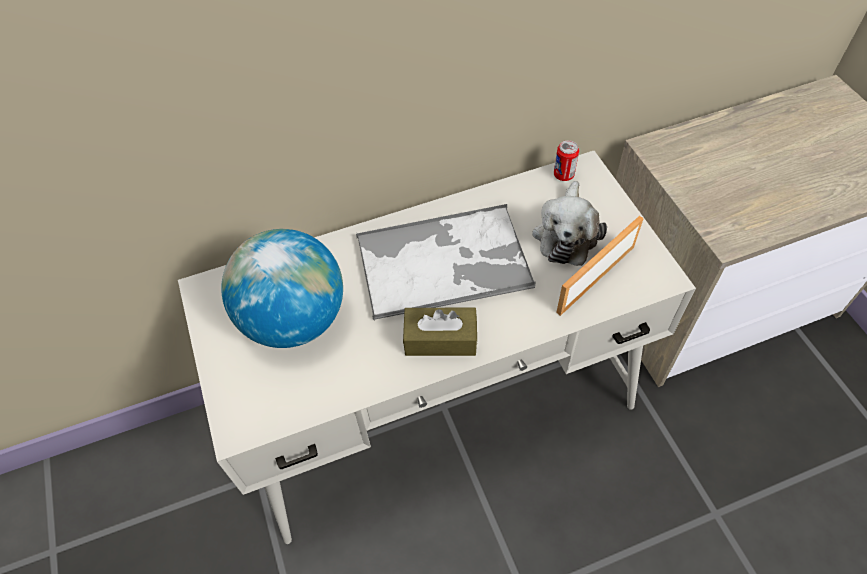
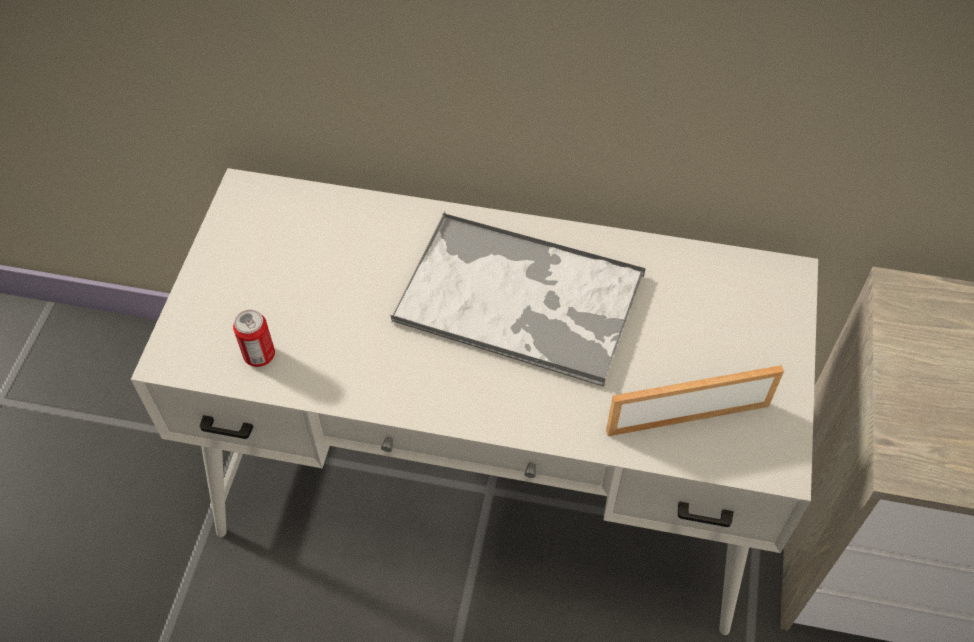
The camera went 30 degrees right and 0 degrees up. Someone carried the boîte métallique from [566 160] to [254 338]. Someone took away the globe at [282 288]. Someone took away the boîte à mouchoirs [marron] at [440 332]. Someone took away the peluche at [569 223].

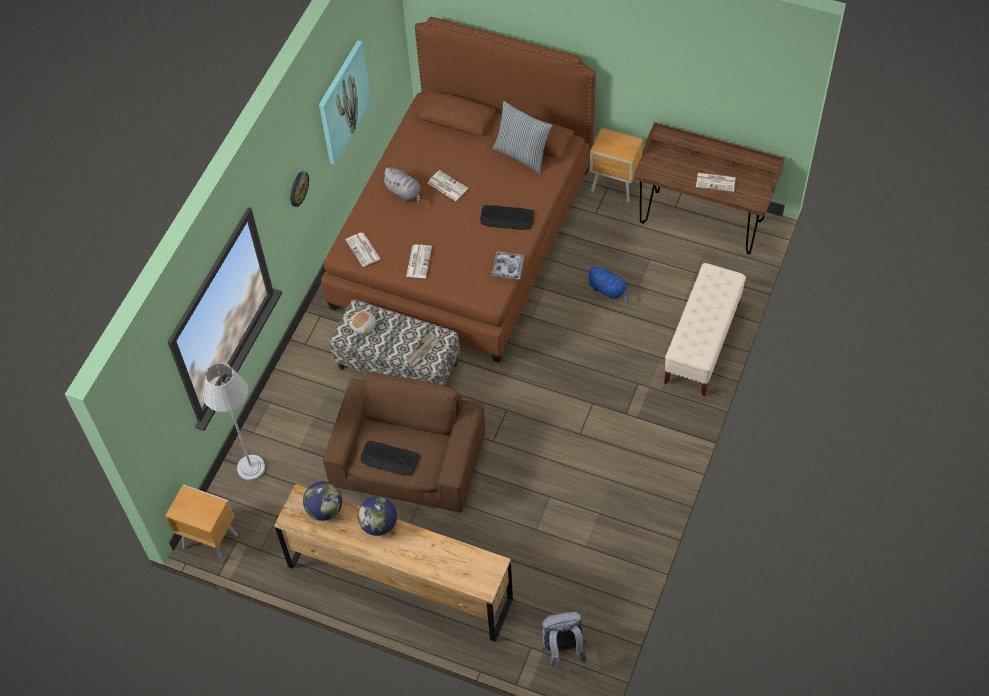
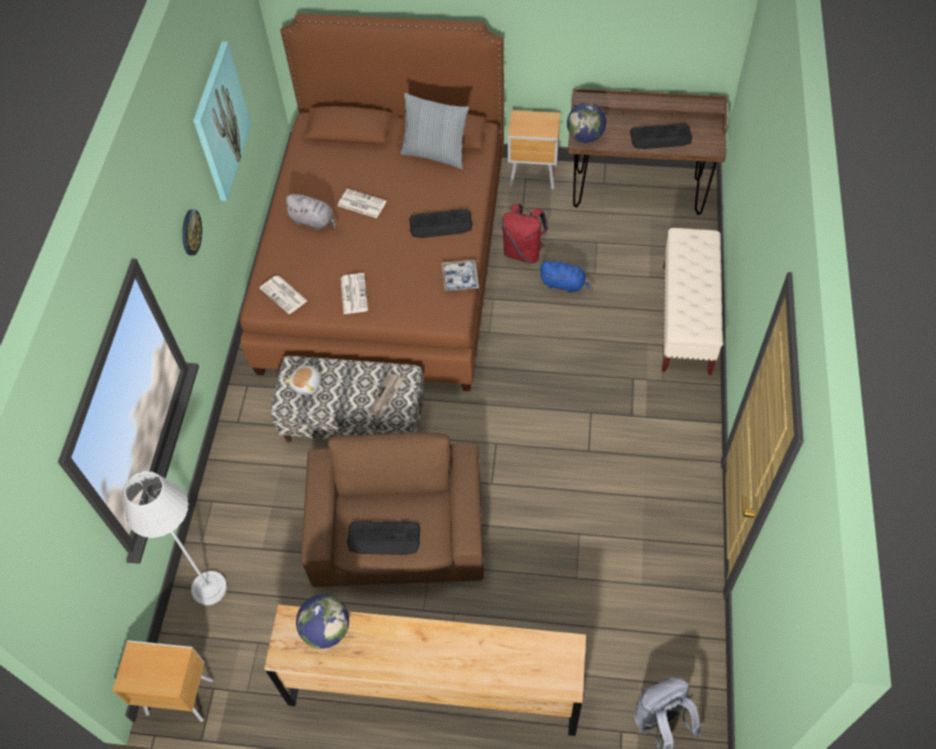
The camera went 15 degrees left and 0 degrees up. Someone put down the sac à dos [rouge] at [525 234]. Someone carried the globe from [377 516] to [586 123]. Someone swapped the journal at [716 182] for the clavier at [661 136].

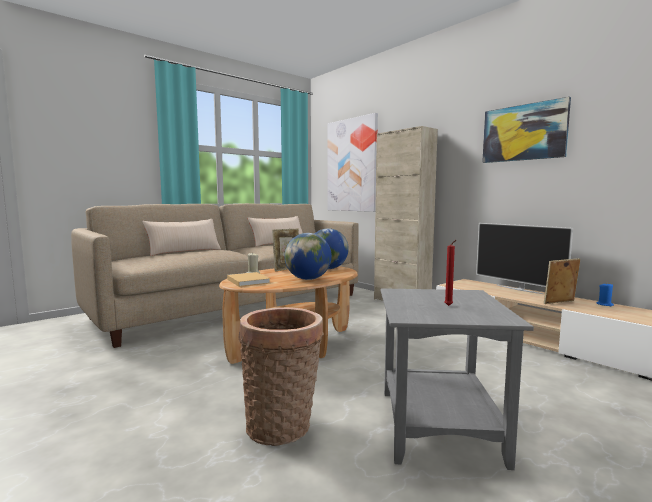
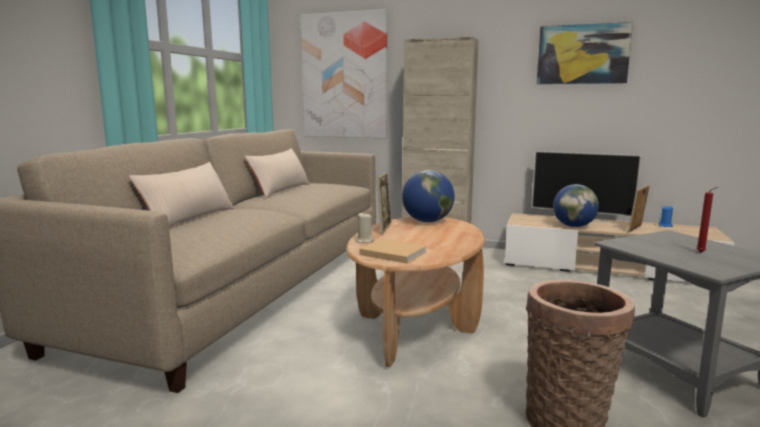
The camera went 30 degrees left and 5 degrees up. Someone carried the globe from [308 256] to [576 205].

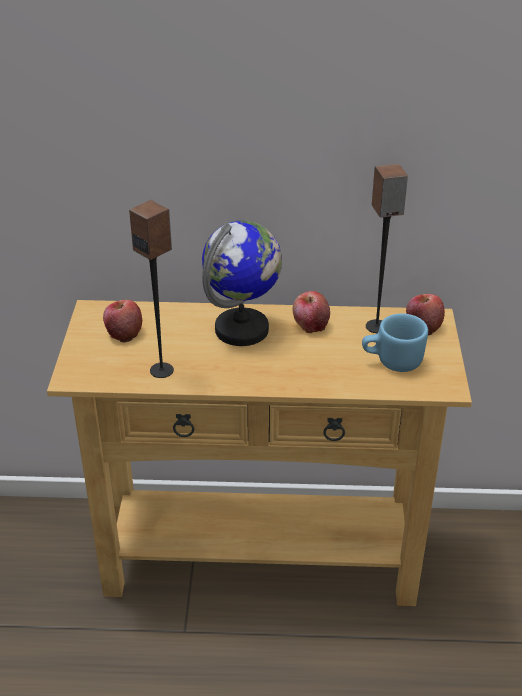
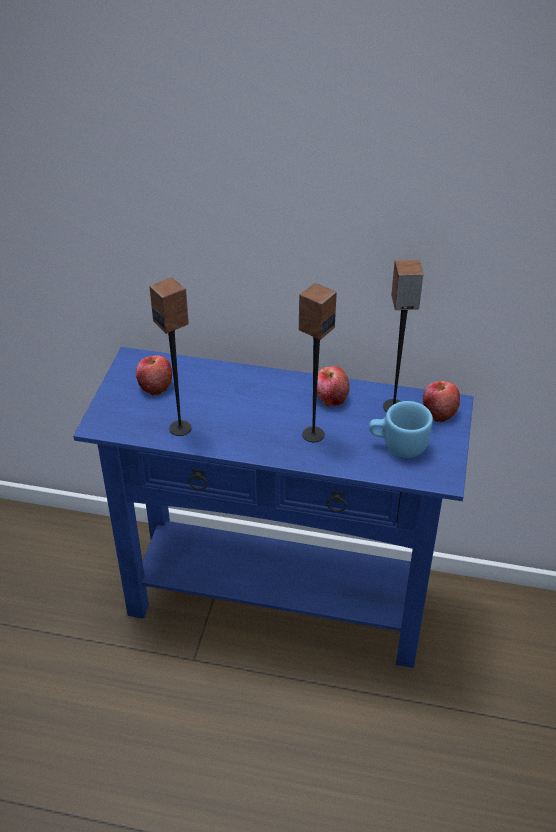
The camera went 10 degrees right and 5 degrees up. Someone repainted the table console [beige] at [259 453], which became the table console [bleu] at [273 507]. Someone put down the enceinte at [318 362]. Someone took away the globe at [242 283].

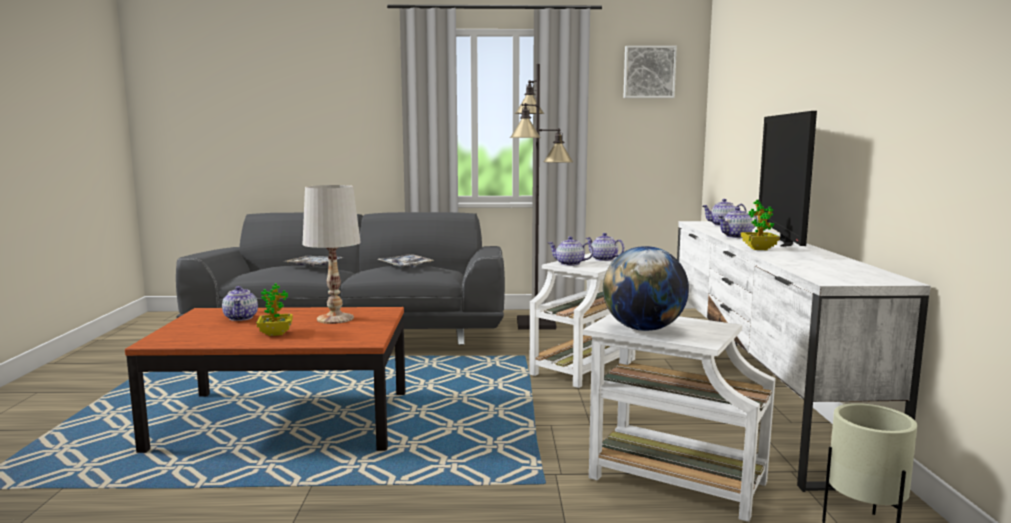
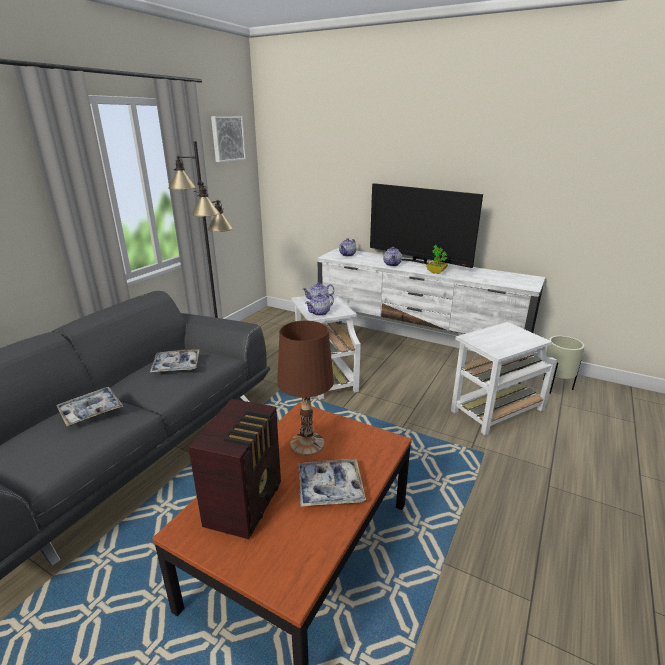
The camera went 60 degrees left and 15 degrees up. Someone swapped the théière at [240 303] for the radio at [234 469]. Someone repainted the lampe de table [blanc] at [332 254], which became the lampe de table [marron] at [305 388]. Someone swapped the plante en pot at [275 309] for the plateau at [332 483]. Someone took away the globe at [646 288].

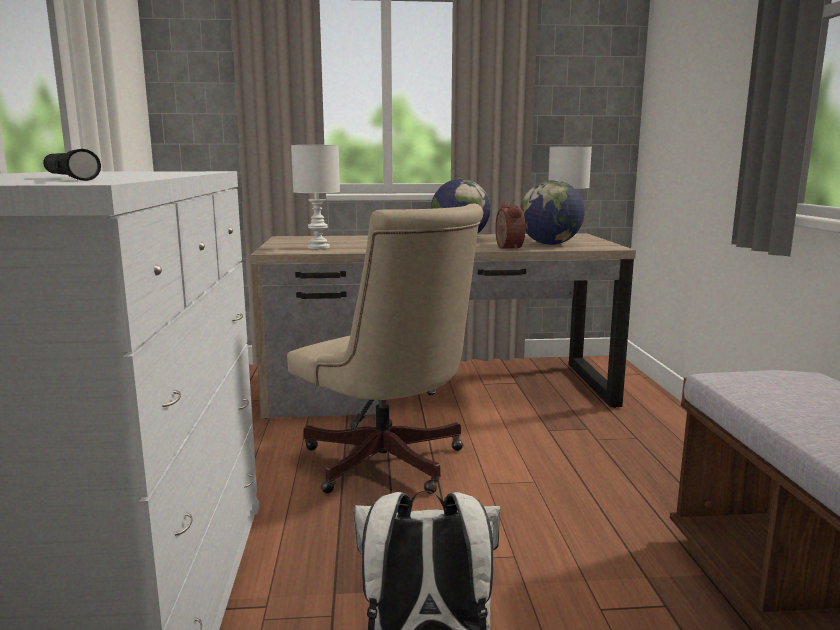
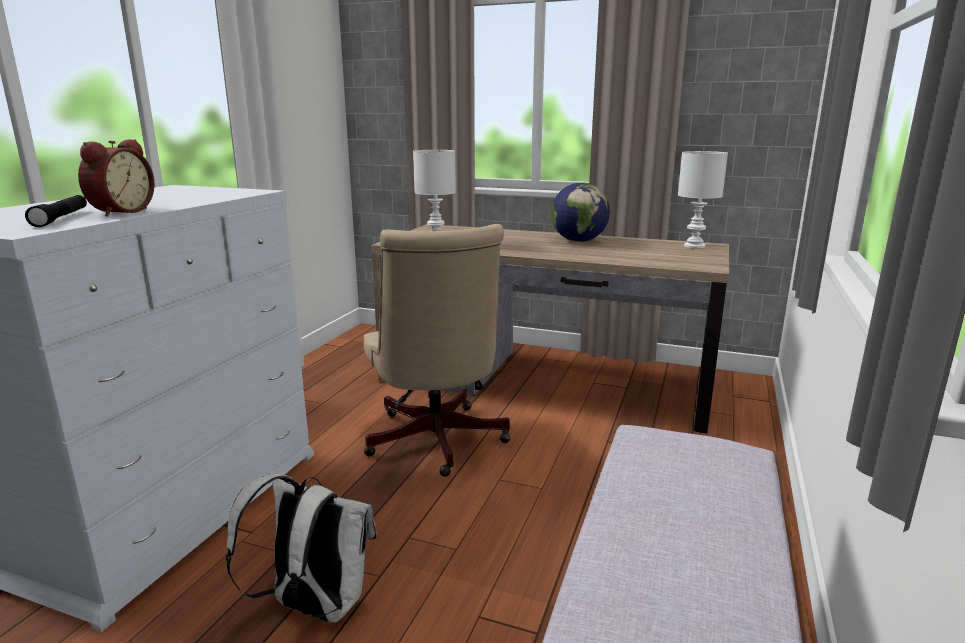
The camera went 25 degrees right and 5 degrees up. Someone carried the réveil from [510 226] to [116 177]. Someone took away the globe at [552 212].

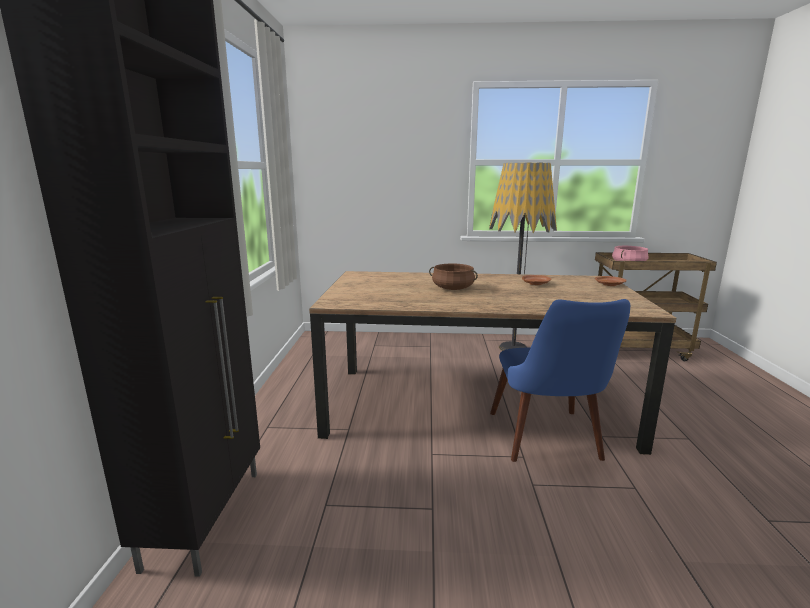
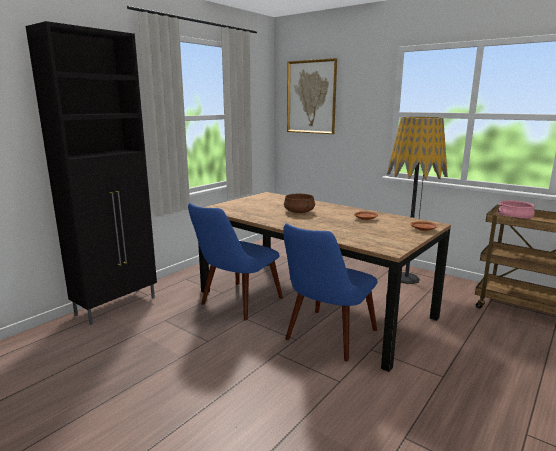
The camera went 35 degrees right and 0 degrees up. Someone put down the chaise [bleu] at [235 262]. Someone put up the tableau at [312 96].

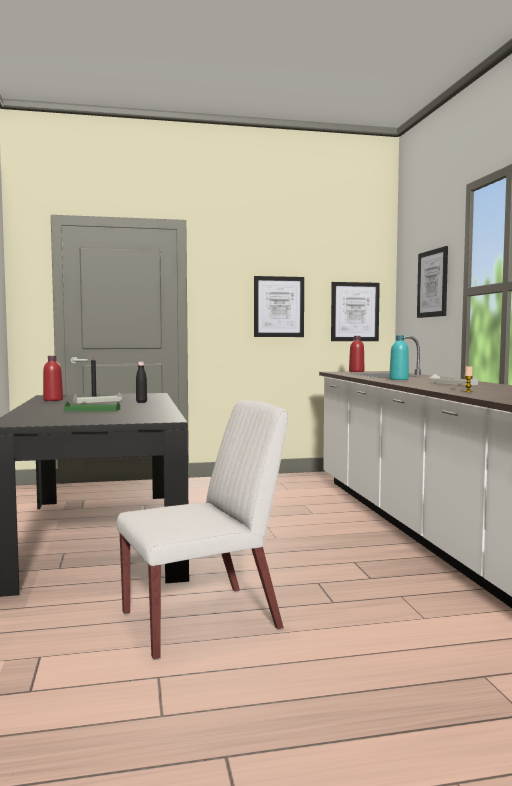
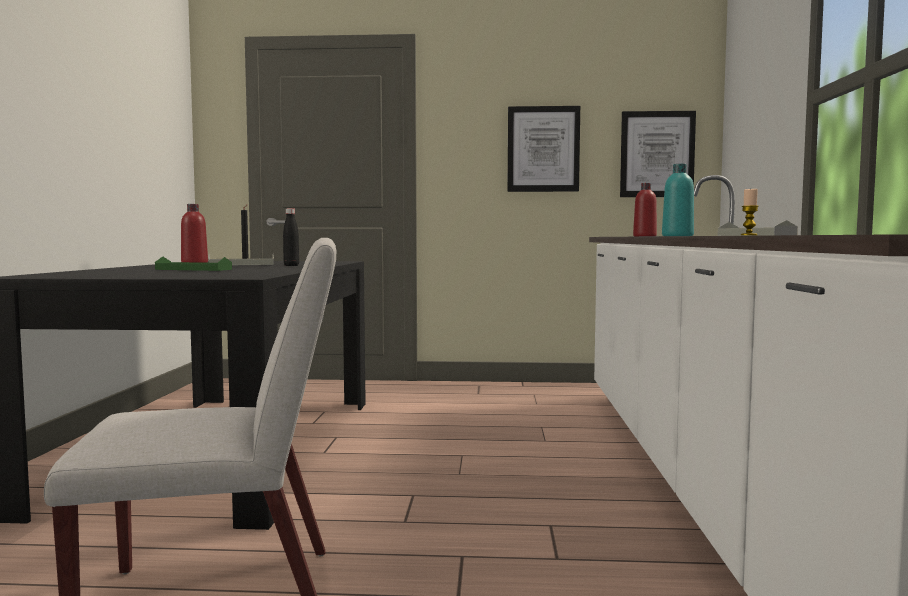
The camera went 15 degrees right and 0 degrees up. Someone took away the tableau at [432 282].

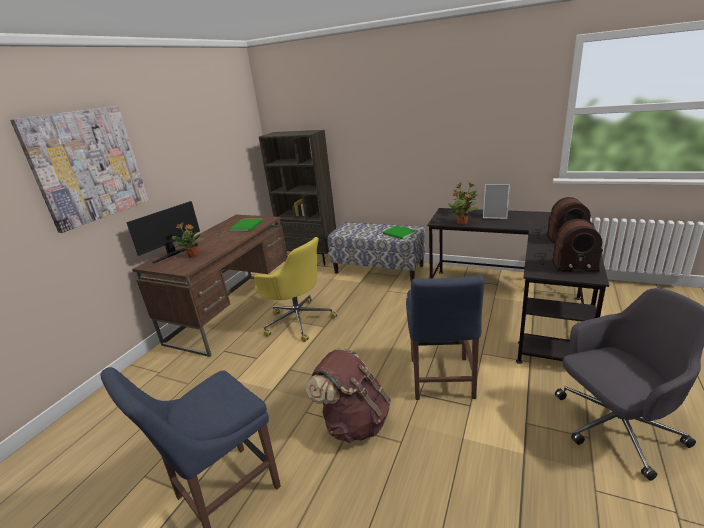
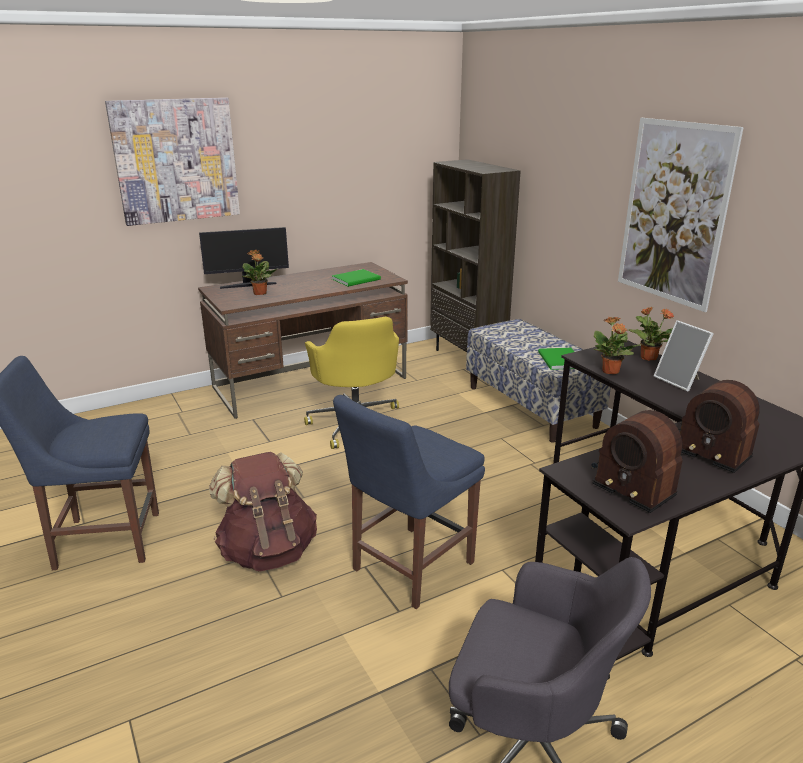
The camera went 35 degrees right and 0 degrees up. Someone put up the tableau at [681 215].

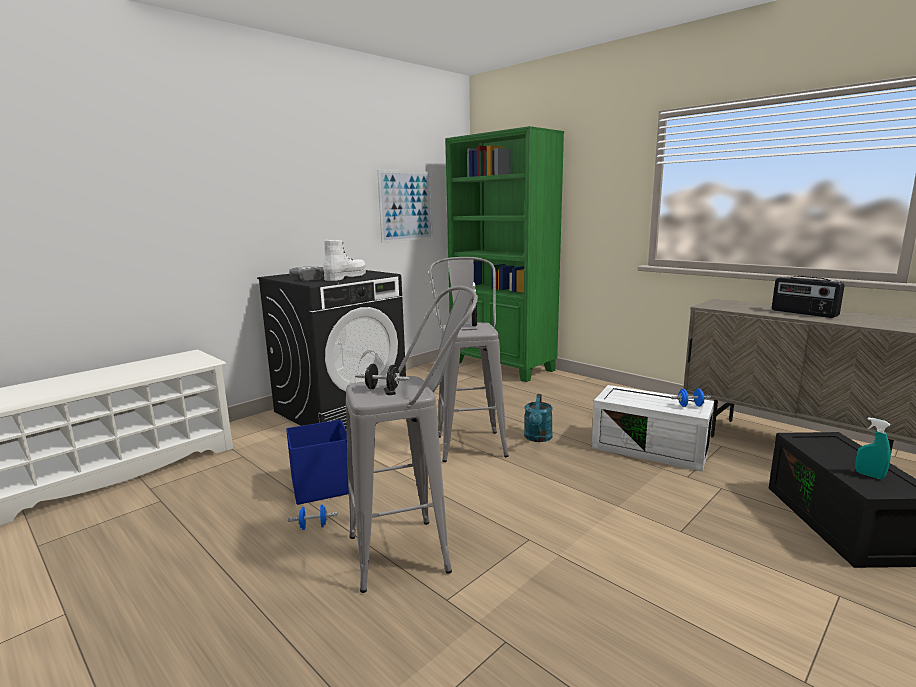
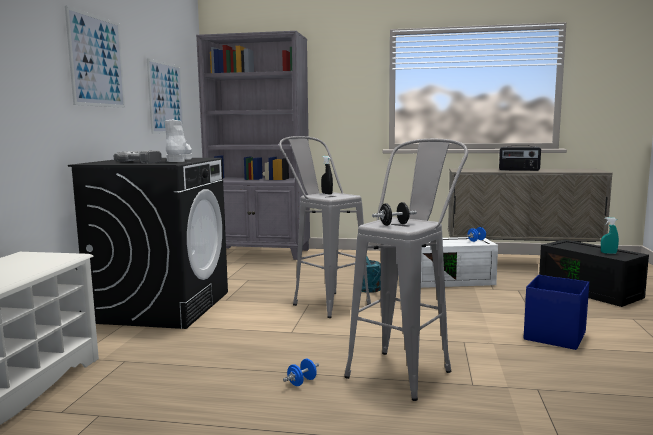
The camera went 35 degrees left and 5 degrees down. Someone put up the tableau at [95 57]. Someone repainted the bibliothèque [vert] at [504 254], which became the bibliothèque [gris] at [253 145]. Someone carried the boîte de rangement [bleu] from [317 462] to [556 312].

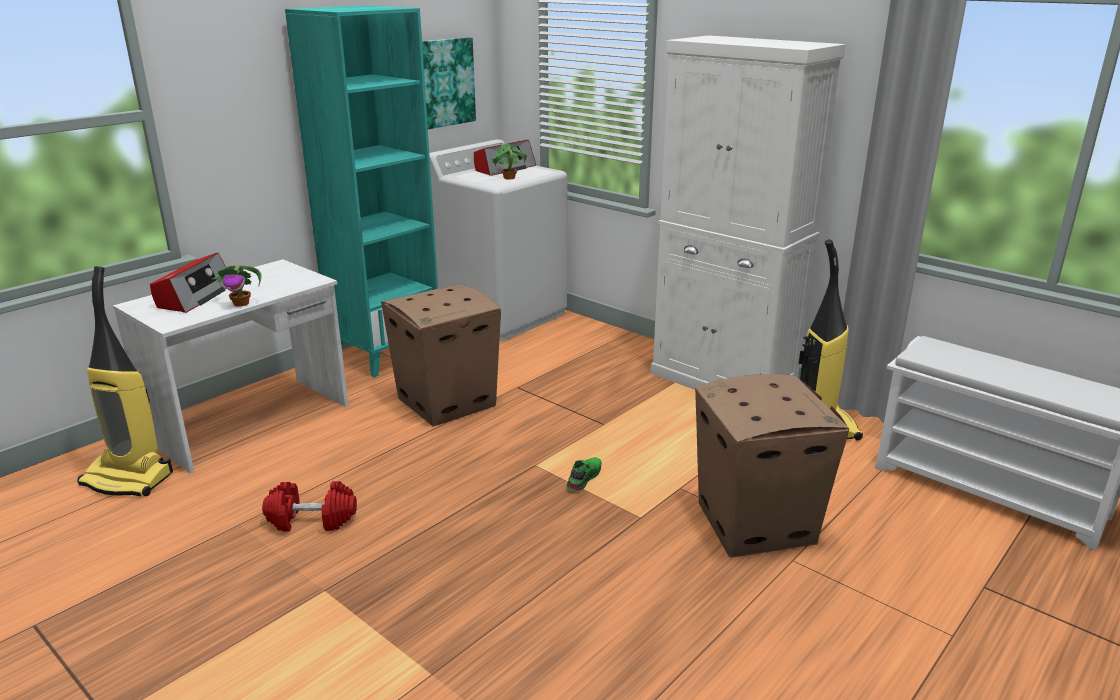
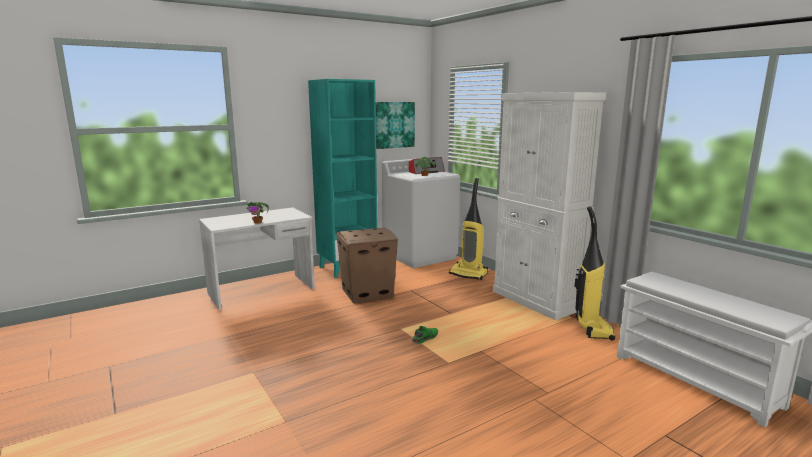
The camera went 15 degrees right and 10 degrees down. Someone carried the aspirateur from [125 381] to [468 229]. Someone took away the radio at [188 283]. Someone took away the haltère [rouge] at [309 506]. Someone took away the carton at [772 466].

